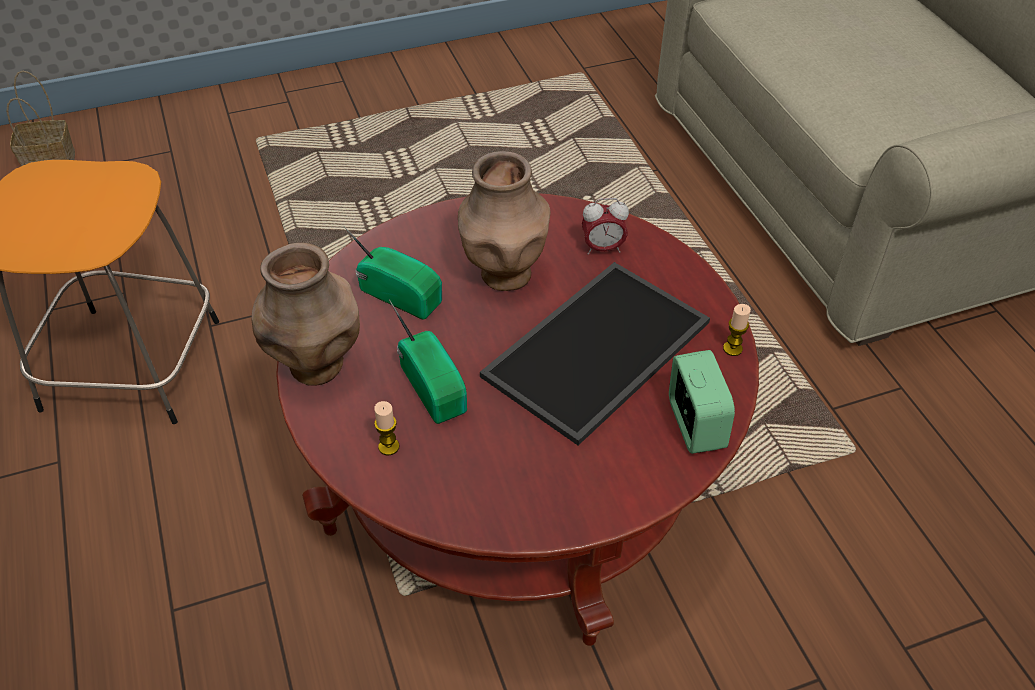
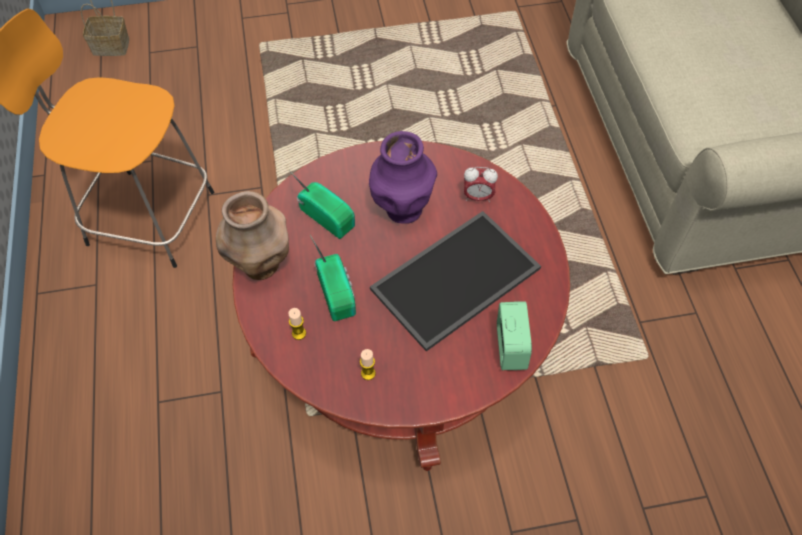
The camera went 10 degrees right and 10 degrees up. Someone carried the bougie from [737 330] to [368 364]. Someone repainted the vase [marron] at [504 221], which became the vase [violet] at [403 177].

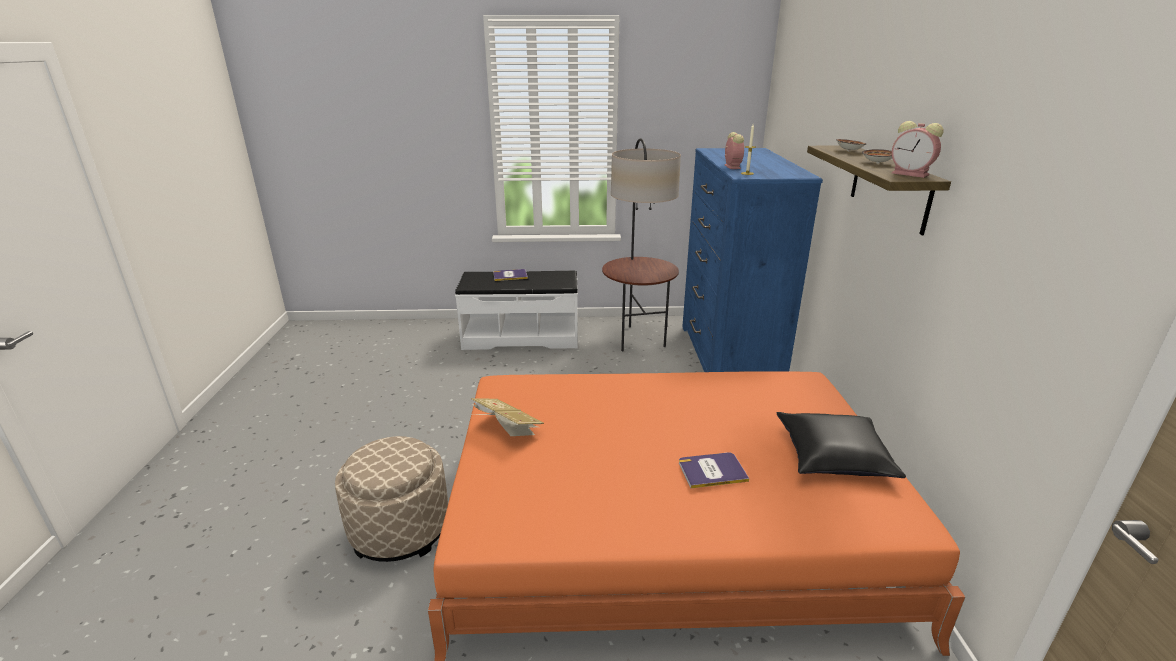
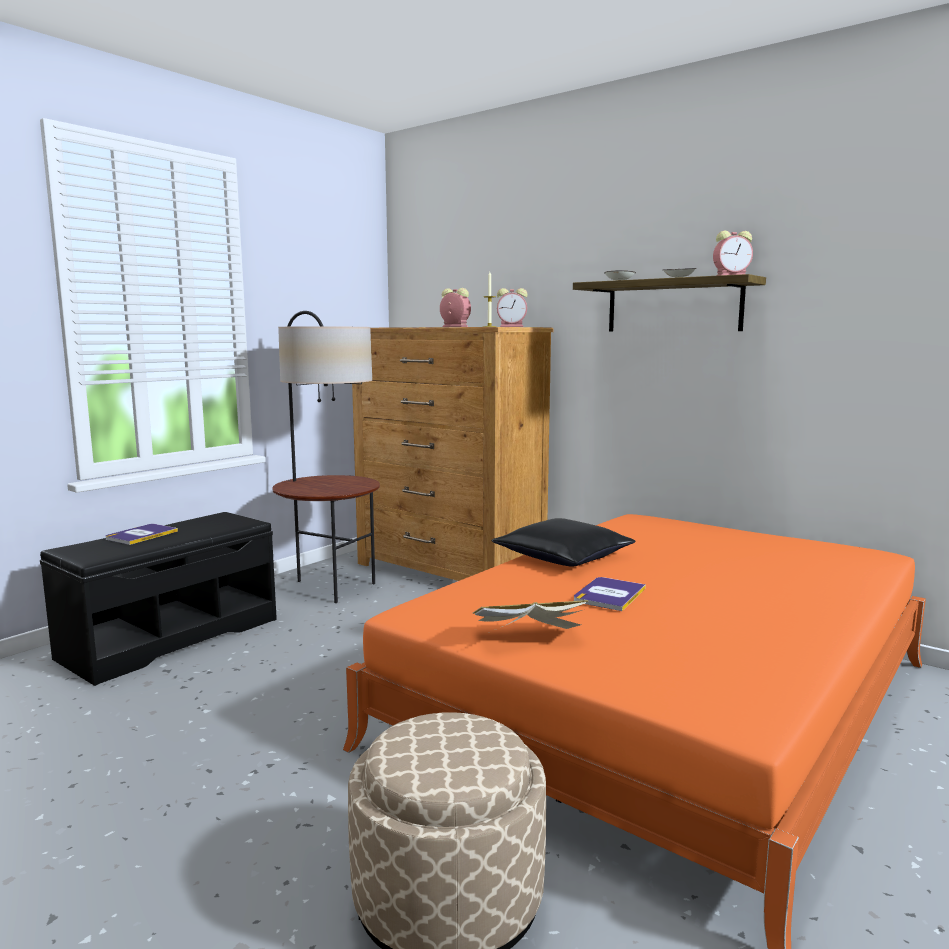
The camera went 50 degrees left and 15 degrees down. Someone repainted the banc [blanc] at [516 310], which became the banc [noir] at [158 599]. Someone repainted the commode [bleu] at [752 260], which became the commode [marron] at [452 454]. Someone carried the coussin [noir] from [841 445] to [563 542]. Someone put down the réveil at [512 307]. Someone carried the livre from [714 470] to [610 594].

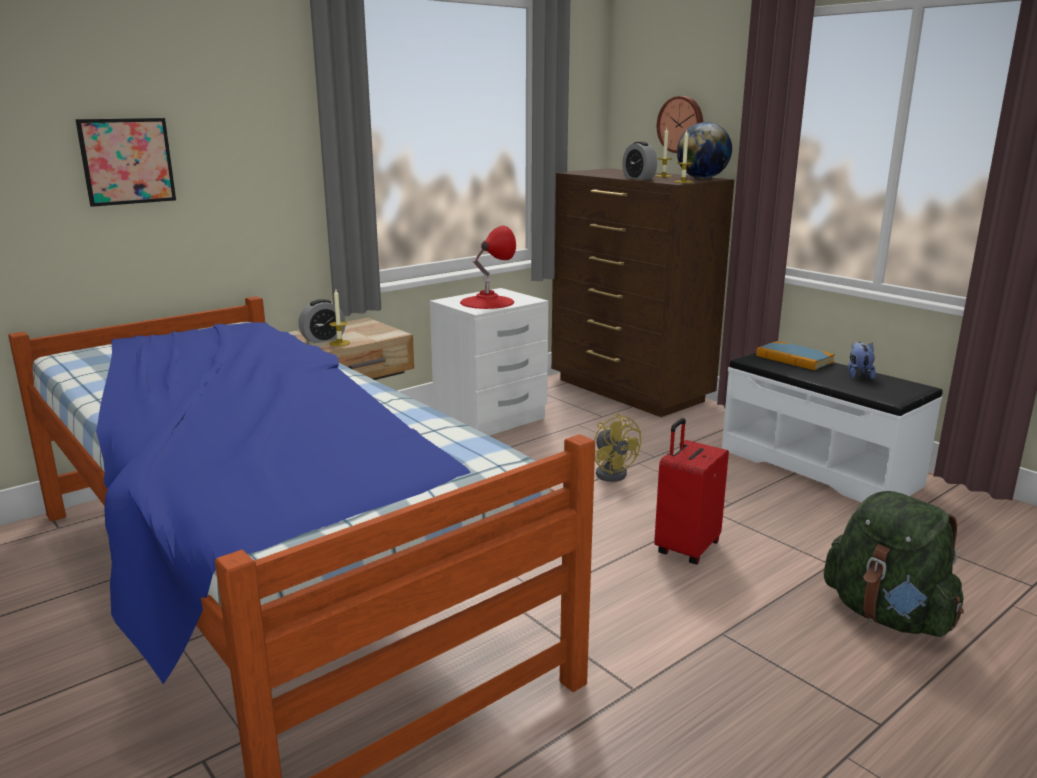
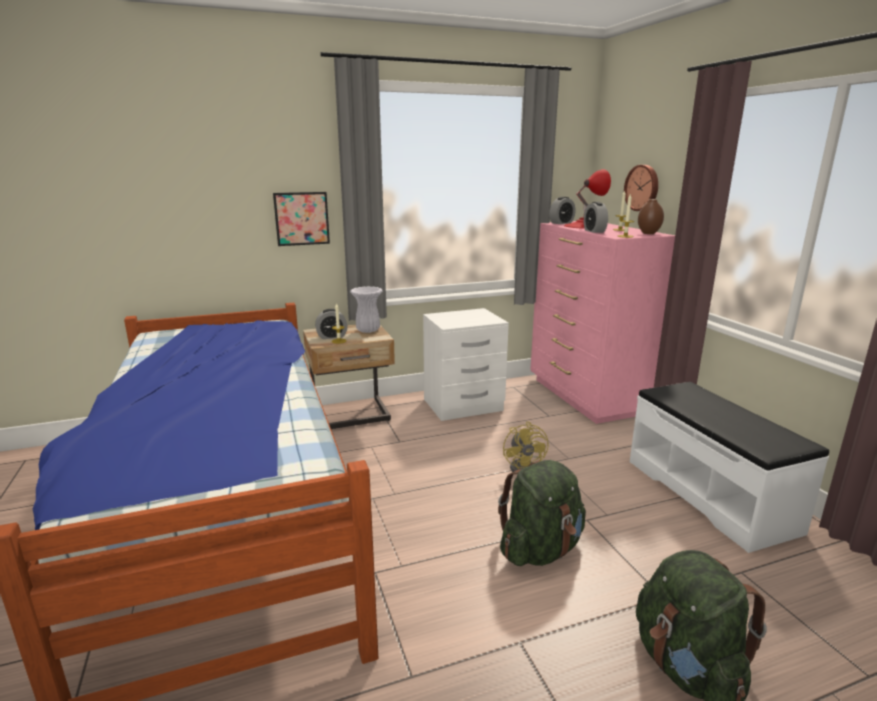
The camera went 20 degrees right and 0 degrees up. Someone carried the tableau from [125 162] to [301 219]. Someone put down the vase [blanc] at [366 309]. Someone swapped the valise [rouge] at [691 491] for the sac à dos [vert] at [542 513]. Someone repainted the commode [marron] at [642 292], which became the commode [rose] at [602 322]. Someone put down the réveil at [562 210]. Someone carried the lampe de table [rouge] from [488 267] to [587 199]. Someone swapped the globe at [704 150] for the vase [marron] at [651 216]. Someone took away the livre at [795 355]. Someone took away the peluche at [862 360].

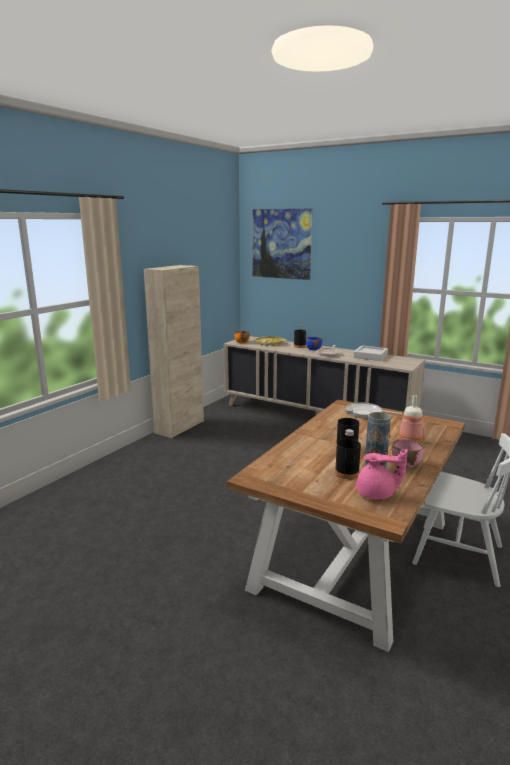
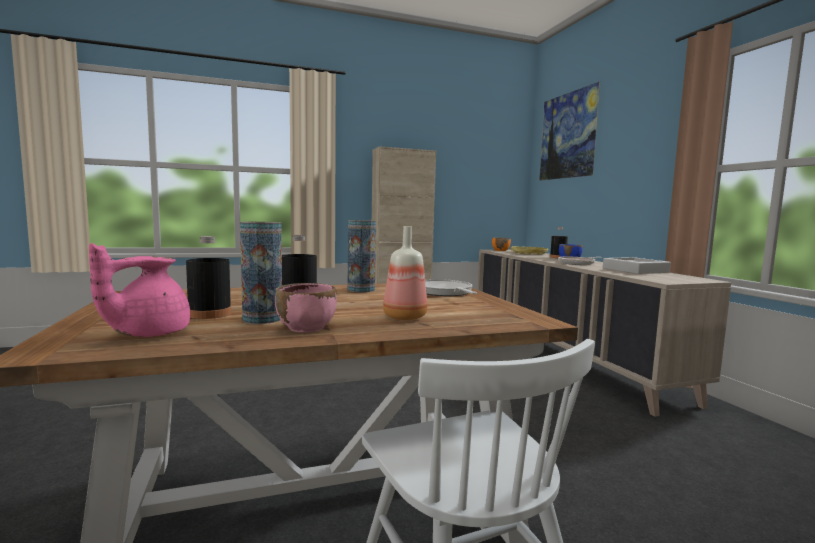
The camera went 40 degrees right and 10 degrees down. Someone rotated the théière [rose] at [381 474] by 75 degrees clockwise. Someone put down the vase at [362 256].

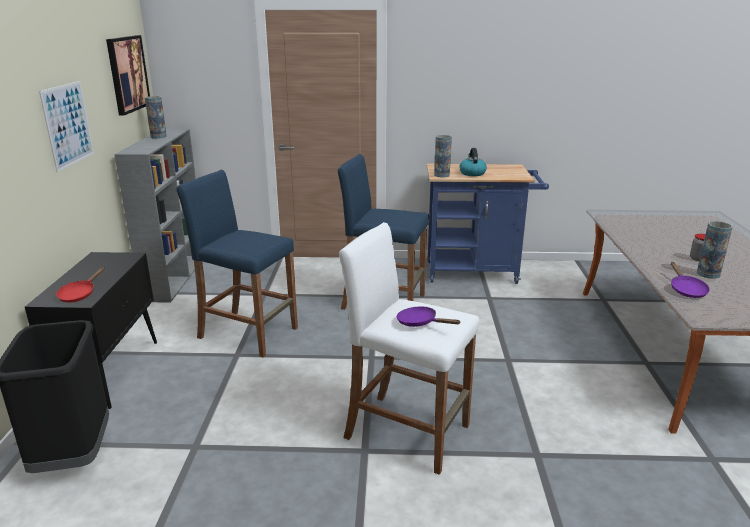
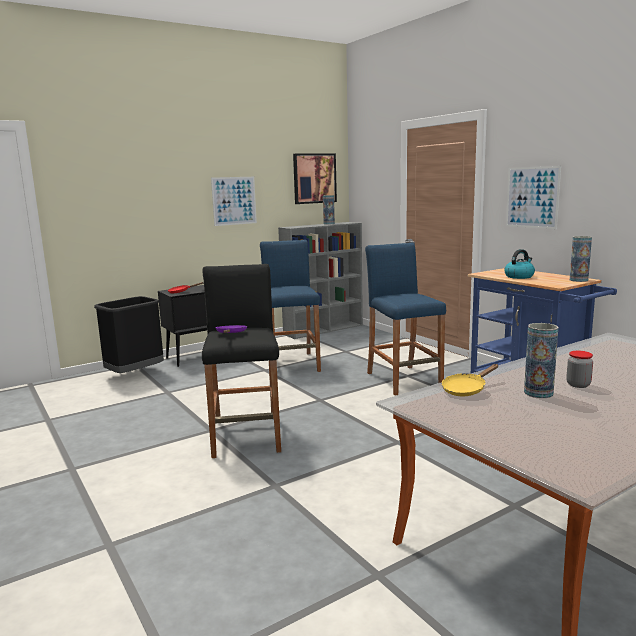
The camera went 55 degrees right and 10 degrees down. Someone repainted the tabouret [blanc] at [409 348], which became the tabouret [noir] at [241 361]. Someone repainted the poêle [violet] at [690 280], which became the poêle [jaune] at [470 380]. Someone put up the tableau at [533 197]. Someone carried the vase from [443 156] to [581 259].

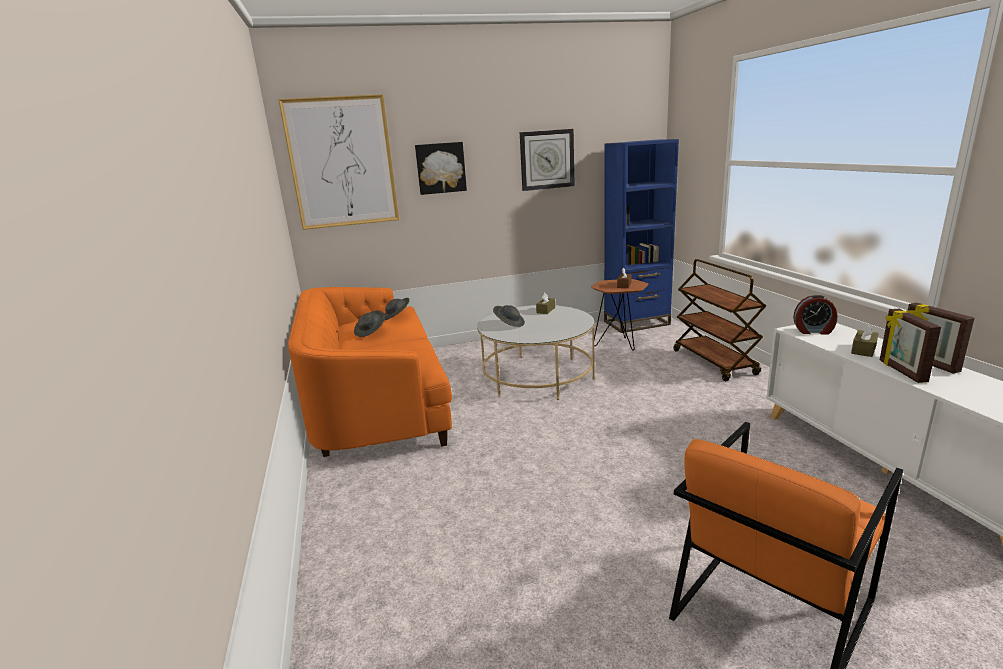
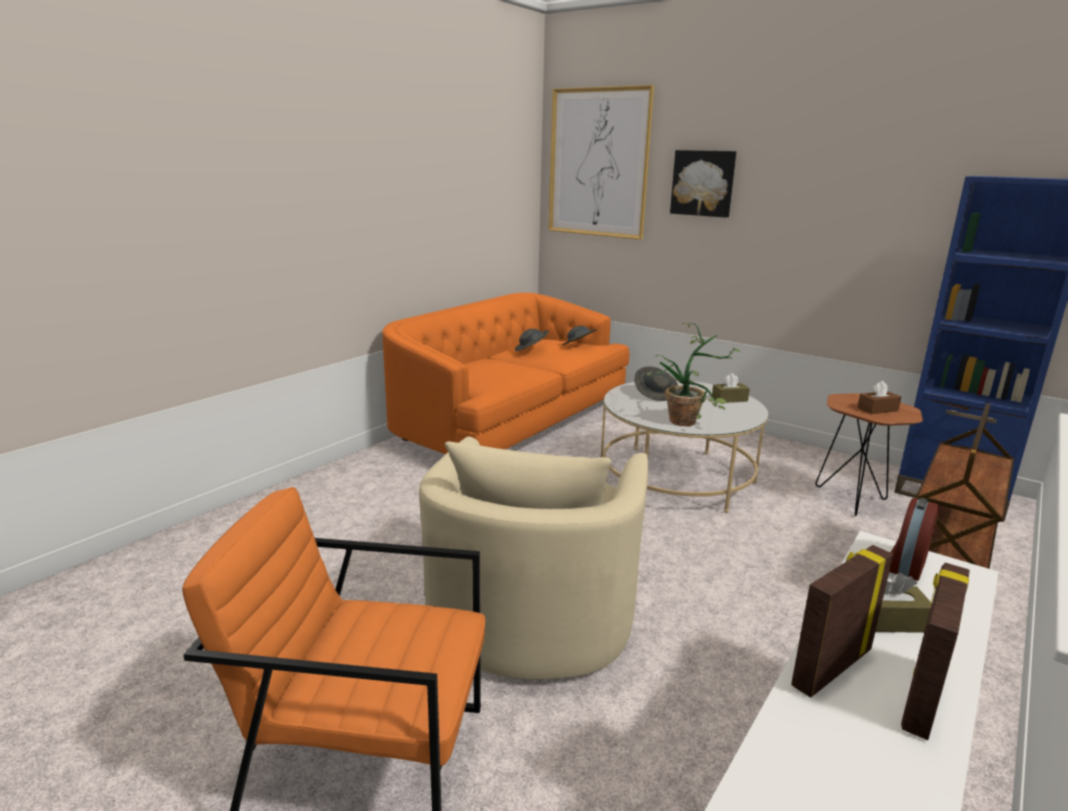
The camera went 50 degrees right and 0 degrees up. Someone put down the fauteuil [beige] at [533 558]. Someone put down the plante en pot at [694 374]. Someone rotated the réveil at [815 315] by 60 degrees clockwise. Someone took away the horloge murale at [547 160].

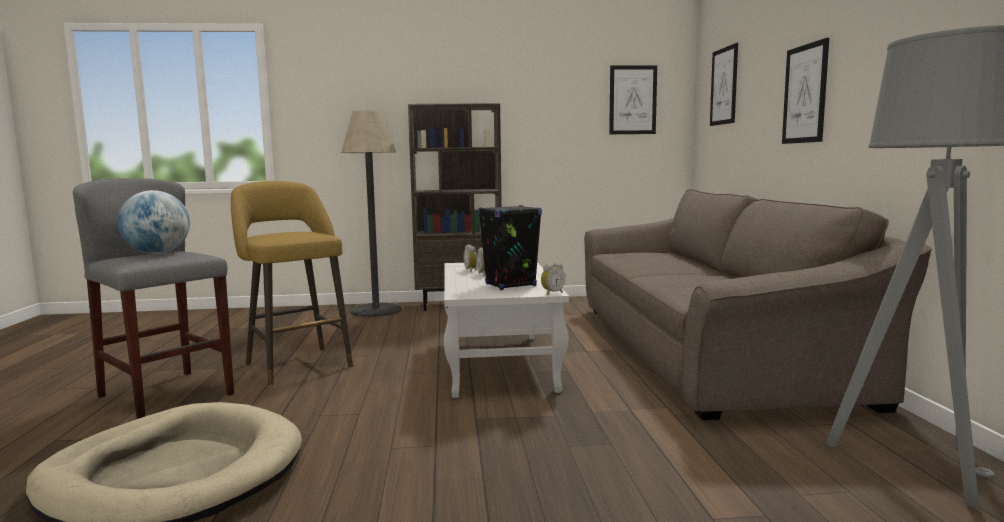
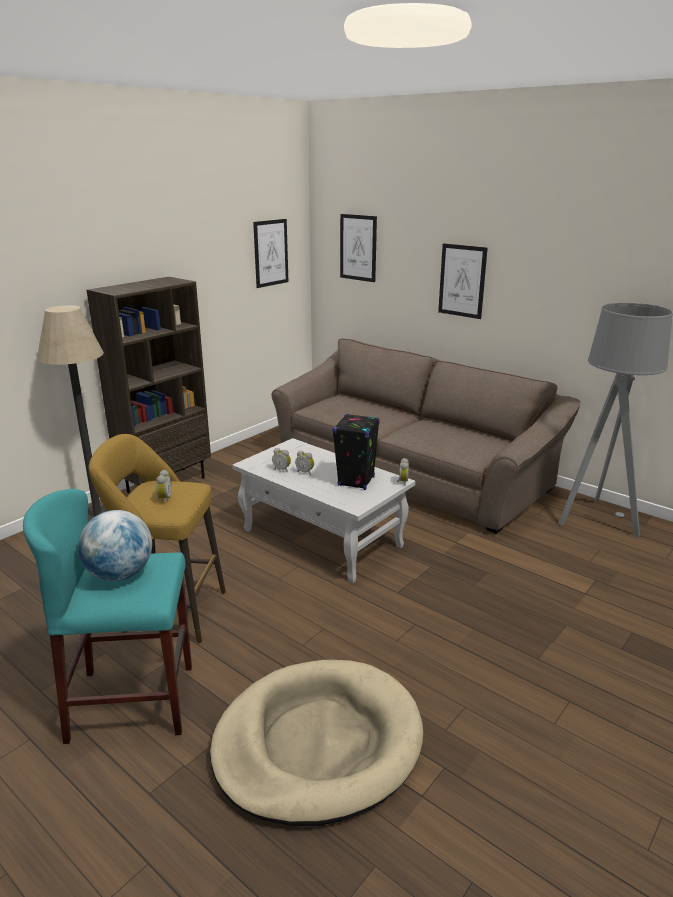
The camera went 45 degrees left and 15 degrees up. Someone repainted the tabouret [gris] at [153 298], which became the tabouret [turquoise] at [107 616]. Someone put down the réveil at [164 487].

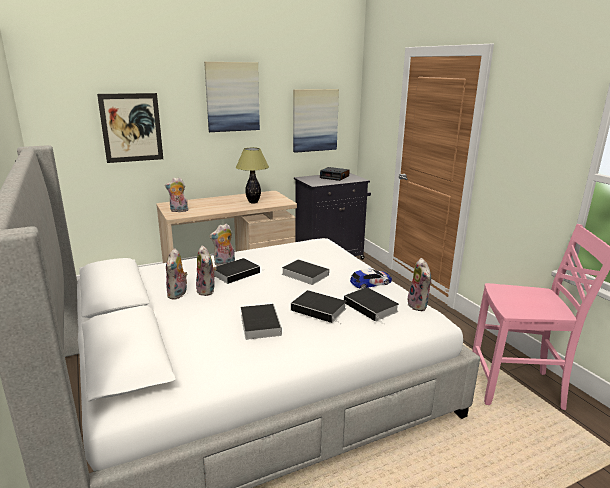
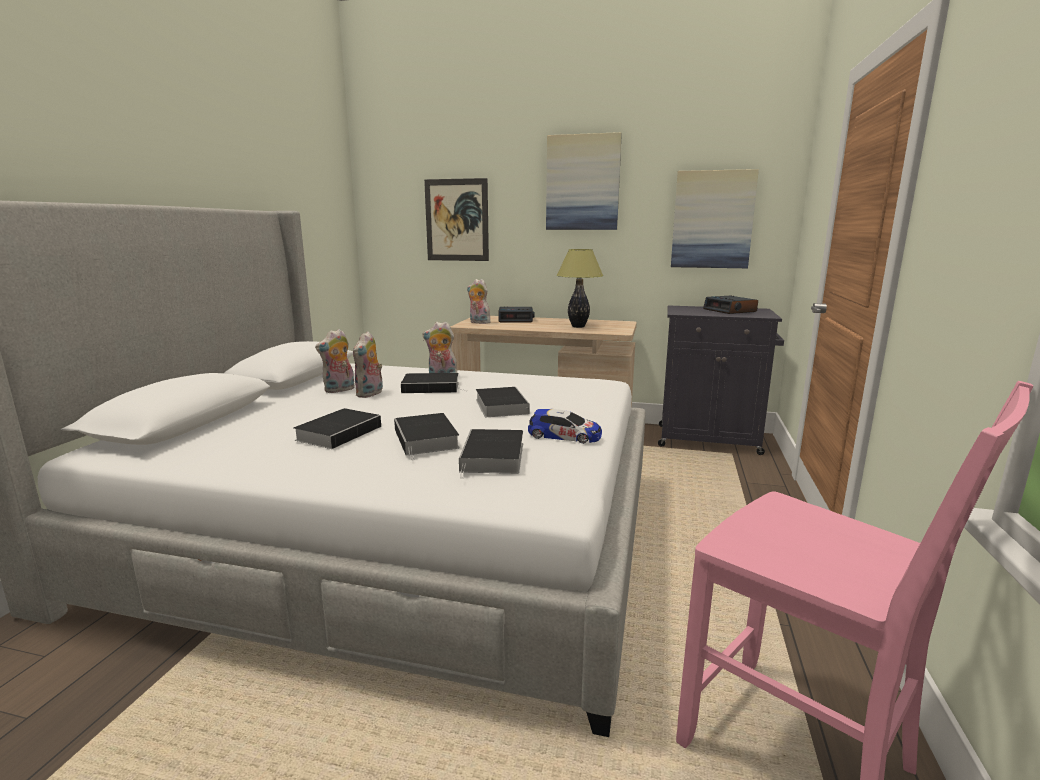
The camera went 40 degrees right and 5 degrees down. Someone put down the réveil at [516 314]. Someone took away the peluche at [420 284].

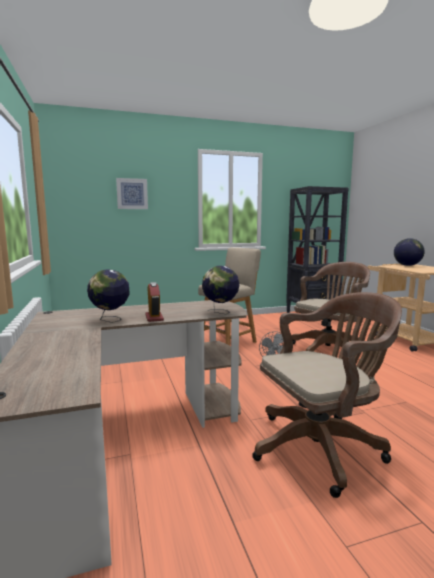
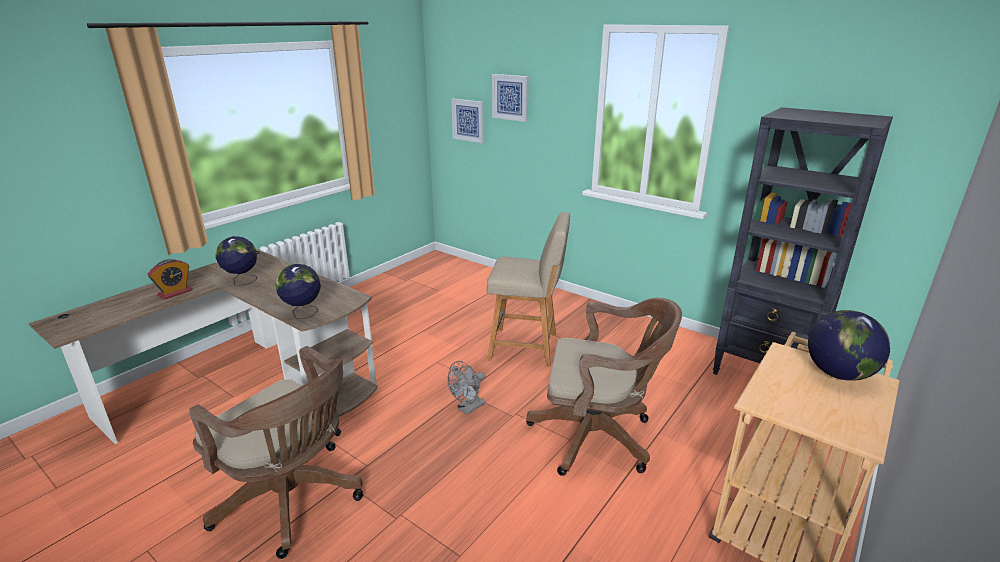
The camera went 55 degrees right and 15 degrees up. Someone carried the réveil from [154 302] to [170 279]. Someone put up the tableau at [467 121].

